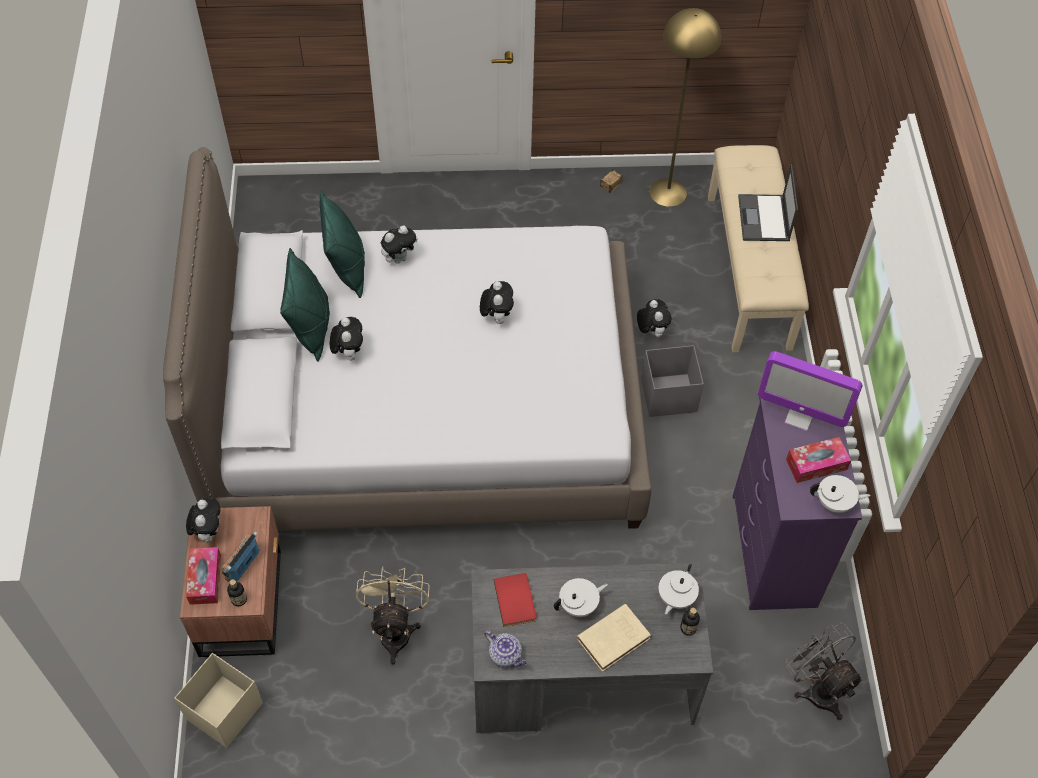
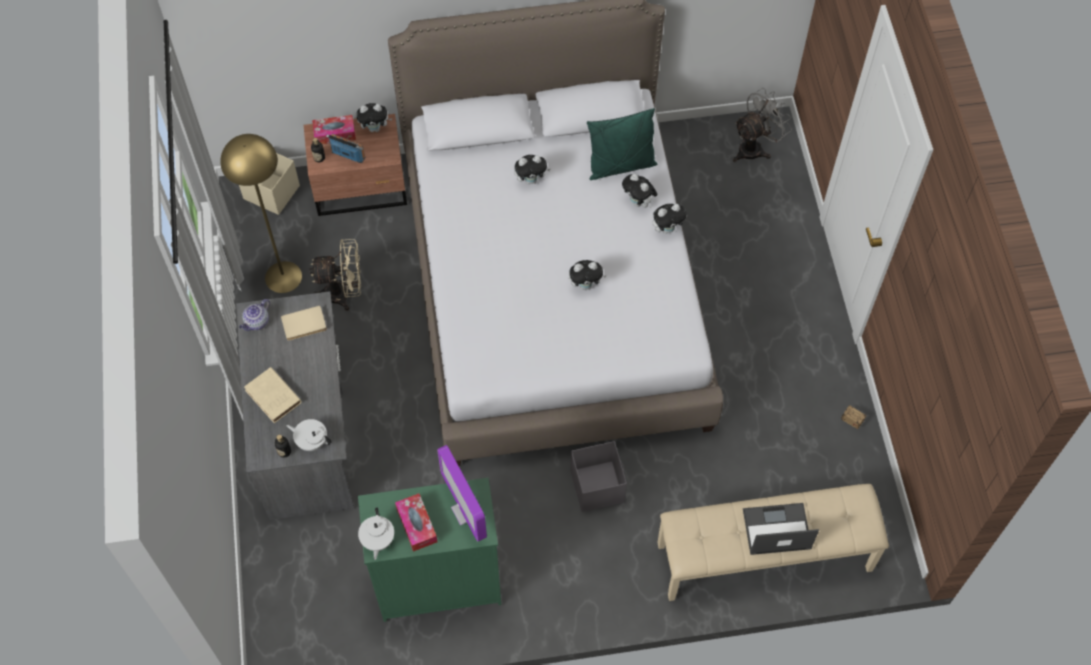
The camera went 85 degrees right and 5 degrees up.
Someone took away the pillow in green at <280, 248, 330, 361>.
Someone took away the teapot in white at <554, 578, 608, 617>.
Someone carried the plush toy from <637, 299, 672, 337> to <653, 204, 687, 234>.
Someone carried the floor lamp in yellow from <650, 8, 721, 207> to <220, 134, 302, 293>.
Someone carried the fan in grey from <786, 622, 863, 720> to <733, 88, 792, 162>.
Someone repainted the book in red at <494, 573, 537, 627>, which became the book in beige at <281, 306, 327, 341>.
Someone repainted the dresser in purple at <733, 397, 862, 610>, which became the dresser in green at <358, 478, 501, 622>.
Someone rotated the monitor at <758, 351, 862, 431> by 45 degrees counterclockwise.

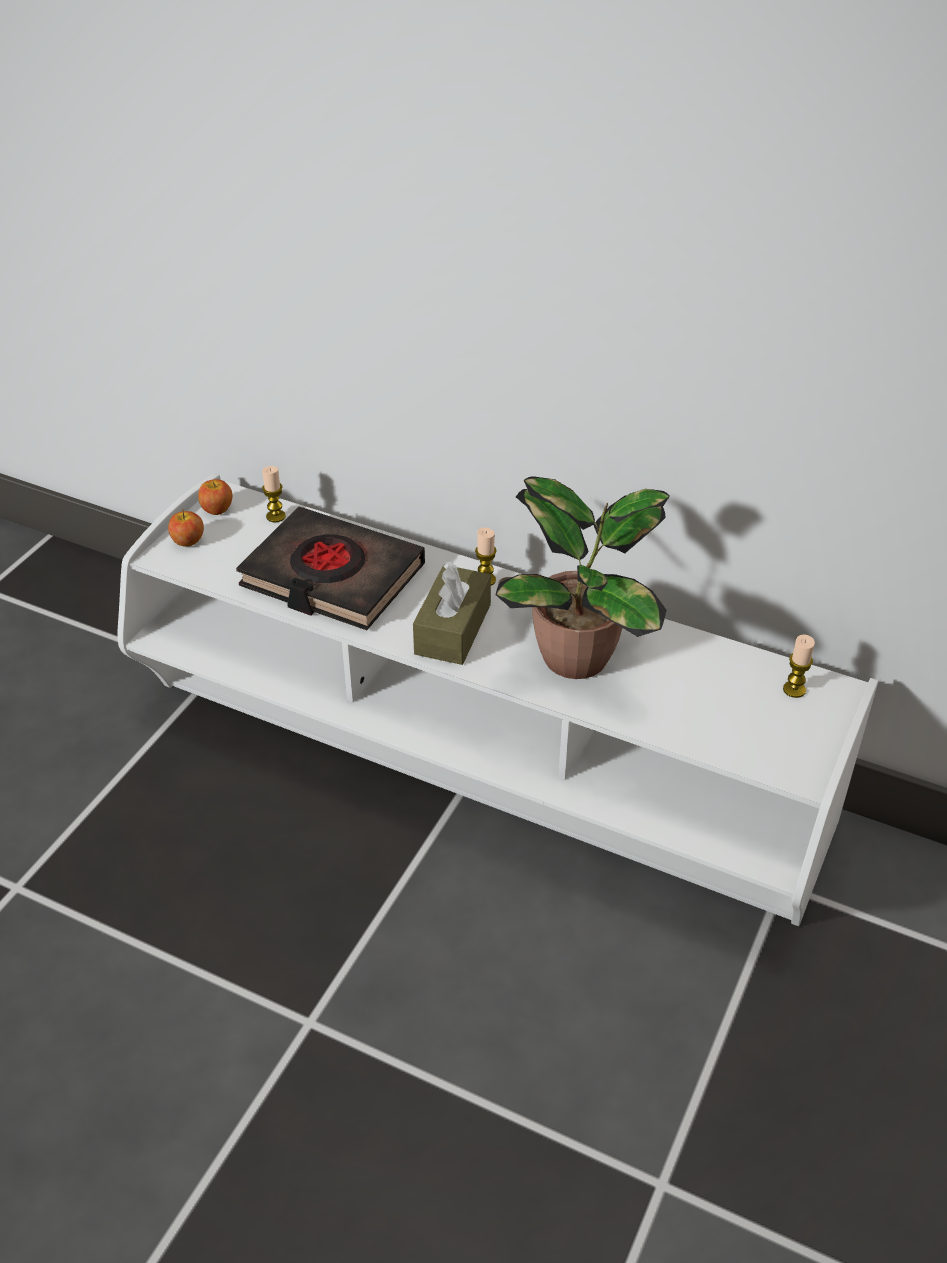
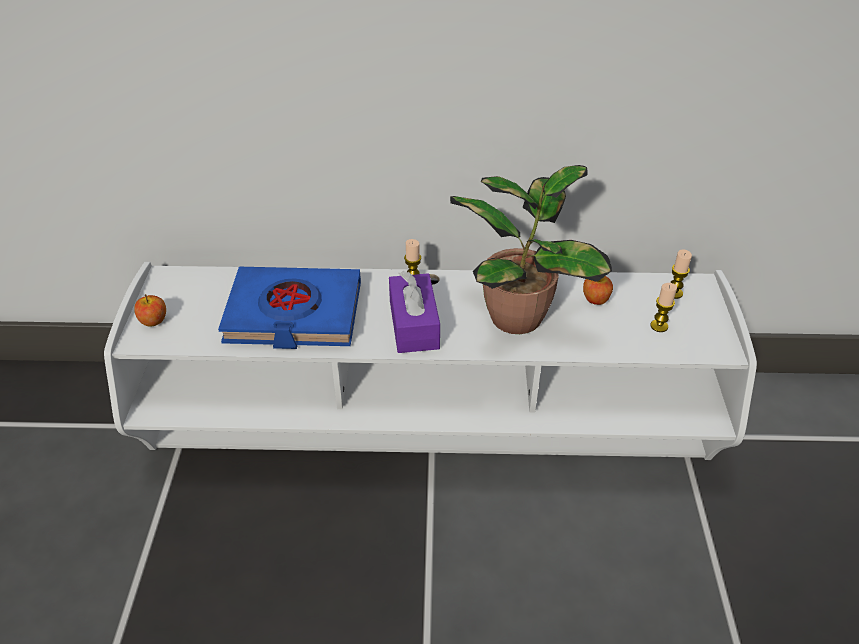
The camera went 25 degrees left and 0 degrees up.
Someone carried the apple from <198, 479, 233, 515> to <583, 276, 613, 305>.
Someone carried the candle from <262, 466, 286, 523> to <650, 283, 677, 332>.
Someone repainted the book in black at <236, 507, 425, 630>, which became the book in blue at <218, 267, 361, 349>.
Someone repainted the tissue box in brown at <413, 561, 491, 665>, which became the tissue box in purple at <389, 271, 440, 353>.

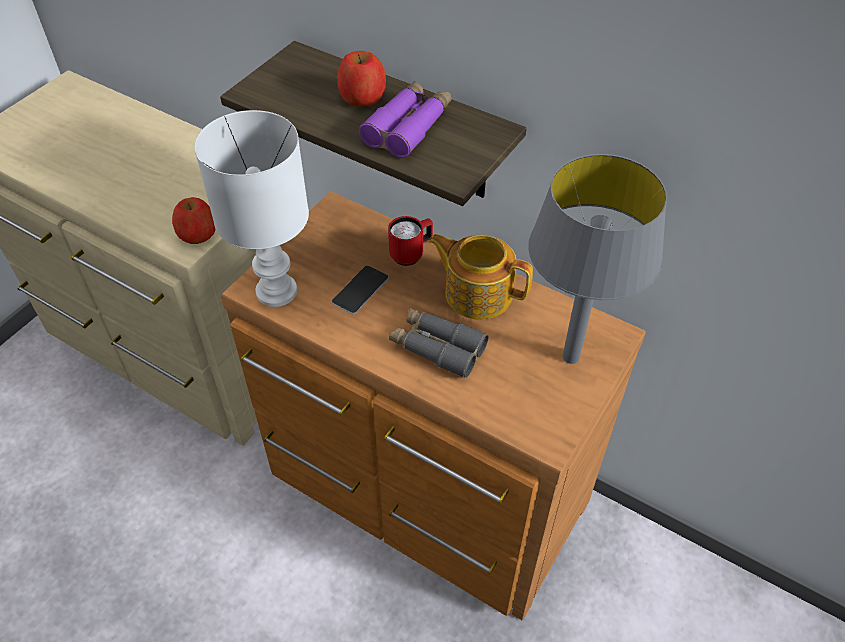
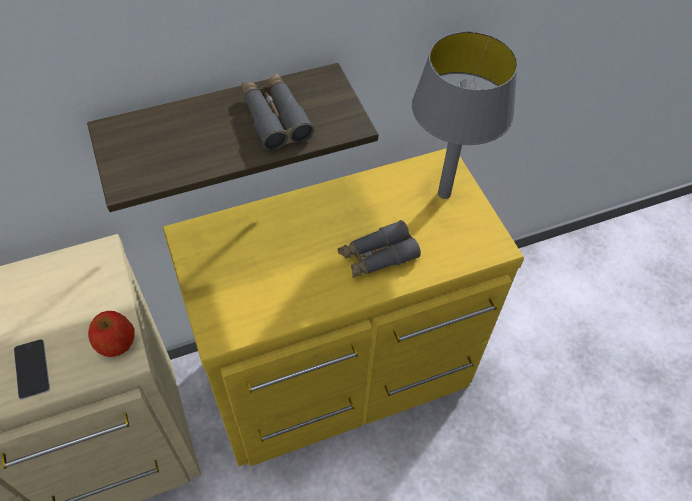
The camera went 55 degrees left and 5 degrees up.
Someone took away the table lamp in white at <194, 110, 309, 307>.
Someone took away the apple at <337, 51, 386, 107>.
Someone took away the mug in red at <388, 216, 433, 266>.
Someone took away the teapot at <428, 234, 533, 320>.
Someone carried the phone from <331, 265, 389, 314> to <14, 339, 50, 400>.
Someone repainted the dresser in brown at <221, 191, 646, 620>, which became the dresser in yellow at <163, 148, 524, 466>.
Someone repainted the binoculars in purple at <359, 81, 452, 158>, which became the binoculars in grey at <241, 73, 314, 150>.

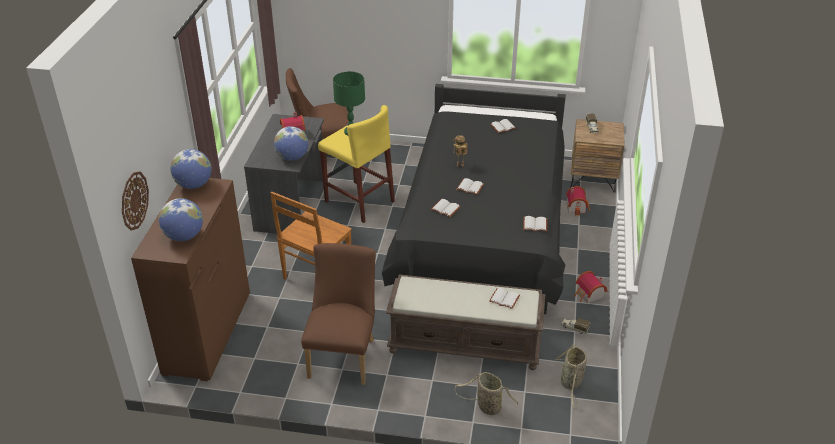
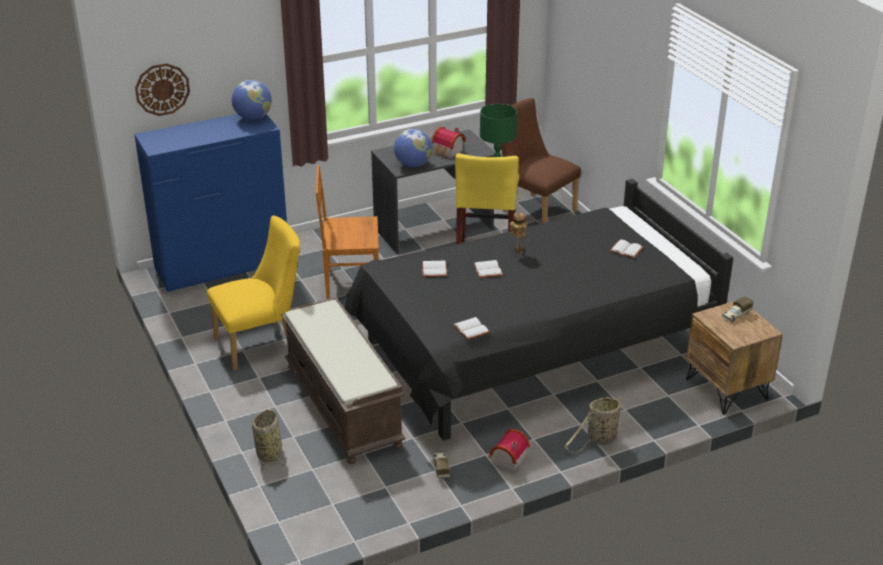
The camera went 55 degrees right and 5 degrees down.
Someone took away the globe at <159, 198, 203, 241>.
Someone took away the book in white at <489, 288, 520, 309>.
Someone took away the toy house at <566, 186, 590, 216>.
Someone carried the basket from <555, 344, 587, 409> to <565, 397, 628, 453>.
Someone repainted the dresser in brown at <131, 178, 250, 381>, which became the dresser in blue at <134, 114, 287, 292>.
Someone repainted the chair in brown at <301, 243, 376, 385>, which became the chair in yellow at <207, 216, 300, 370>.

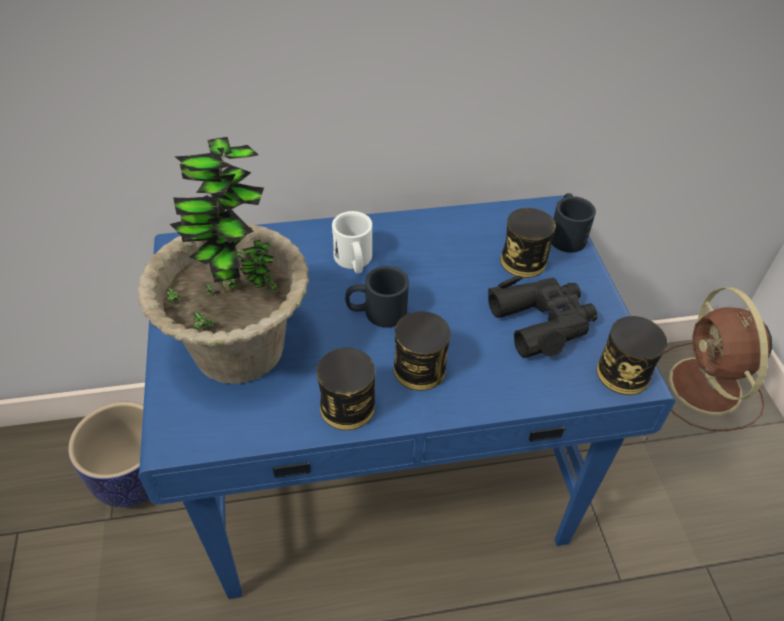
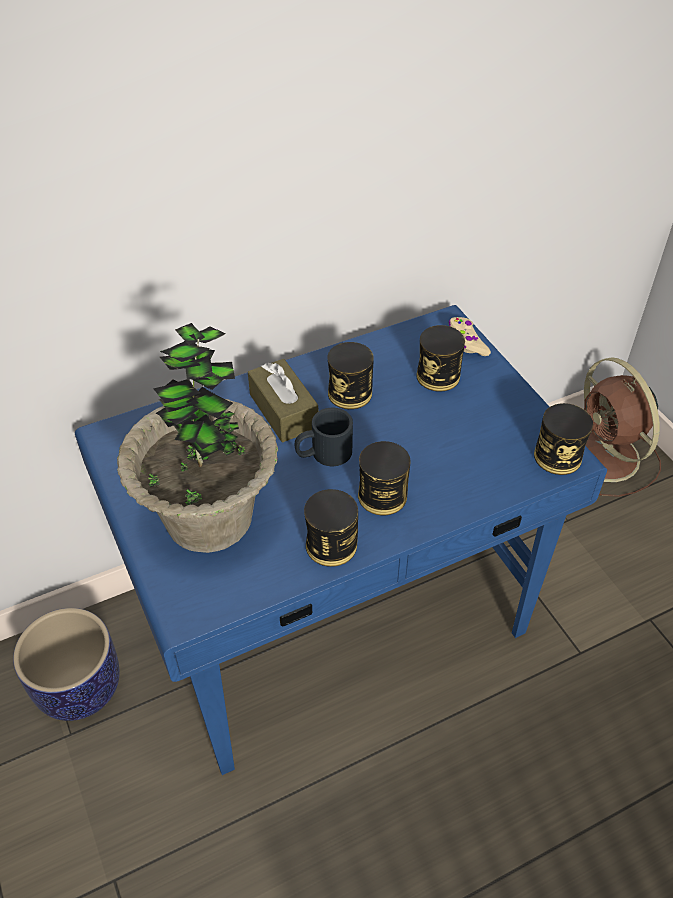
The camera went 15 degrees left and 0 degrees up.
Someone took away the binoculars in black at <488, 276, 598, 358>.
Someone put down the can at <328, 342, 374, 409>.
Someone swapped the mug in white at <332, 211, 372, 273> for the tissue box in brown at <248, 359, 318, 442>.
Someone swapped the mug in black at <552, 193, 596, 253> for the game controller in beige at <449, 317, 491, 356>.

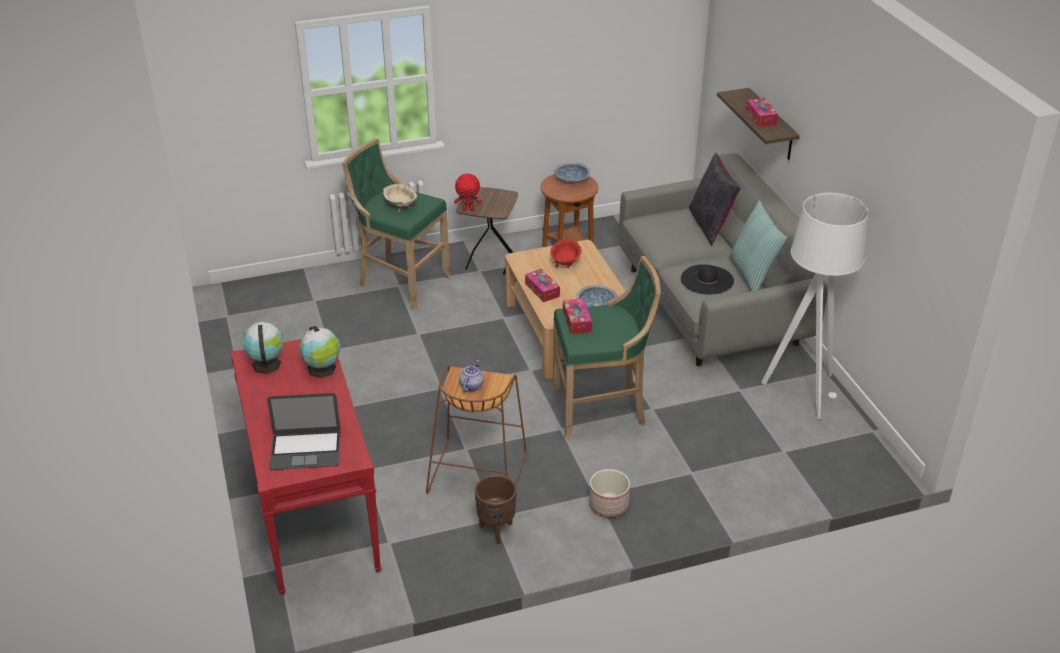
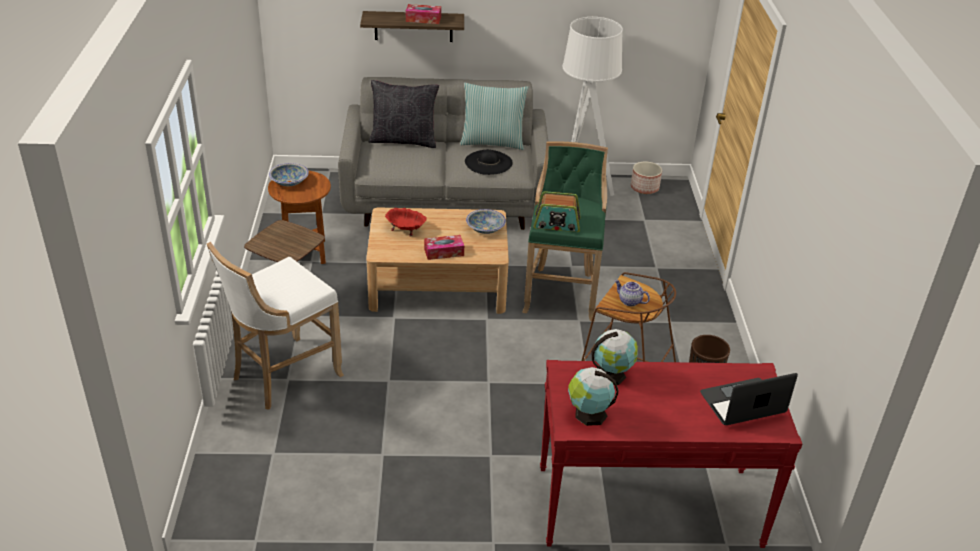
The camera went 75 degrees left and 0 degrees up.
Someone took away the bowl in beige at <383, 183, 417, 213>.
Someone took away the plush toy in red at <454, 173, 482, 211>.
Someone carried the planter from <589, 469, 630, 517> to <631, 162, 662, 194>.
Someone swapped the tissue box at <563, 298, 592, 335> for the radio at <534, 191, 581, 232>.
Someone repainted the stool in green at <342, 139, 451, 310>, which became the stool in white at <207, 242, 344, 410>.
Someone rotated the laptop at <267, 393, 341, 470> by 120 degrees counterclockwise.

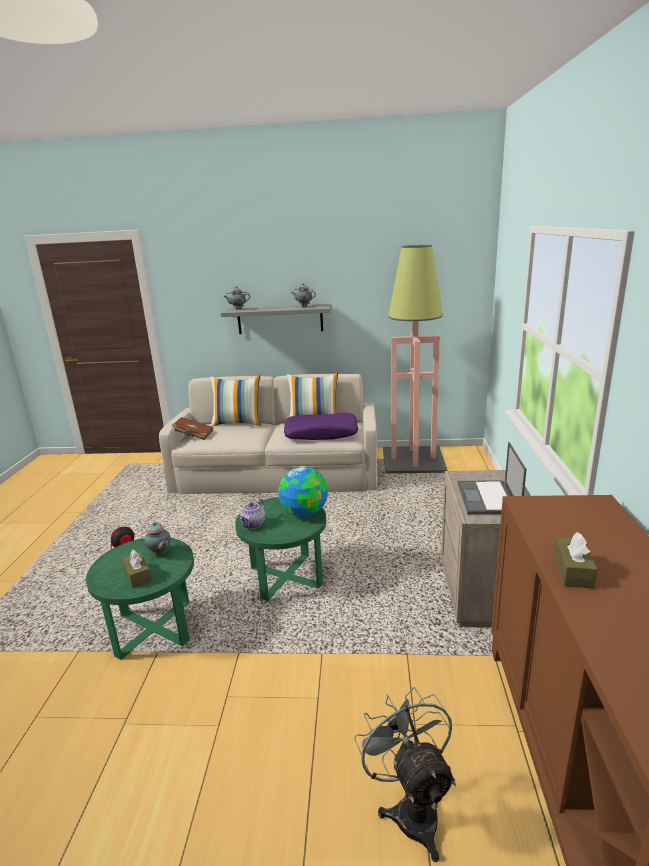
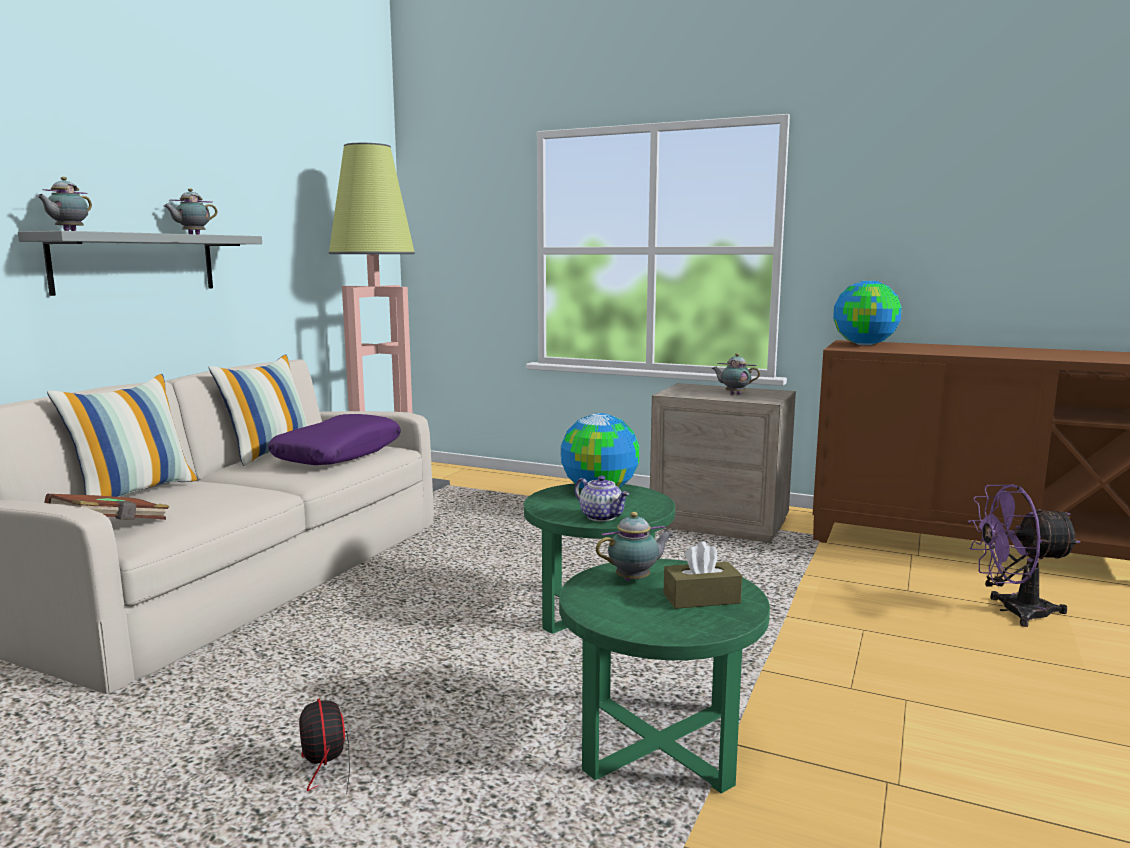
The camera went 70 degrees left and 10 degrees down.
Someone took away the tissue box in brown at <554, 532, 597, 589>.
Someone put down the globe at <833, 281, 902, 345>.
Someone swapped the laptop at <457, 442, 527, 515> for the teapot at <711, 353, 760, 395>.
Someone repainted the fan in grey at <354, 687, 456, 862>, which became the fan in purple at <968, 484, 1080, 627>.

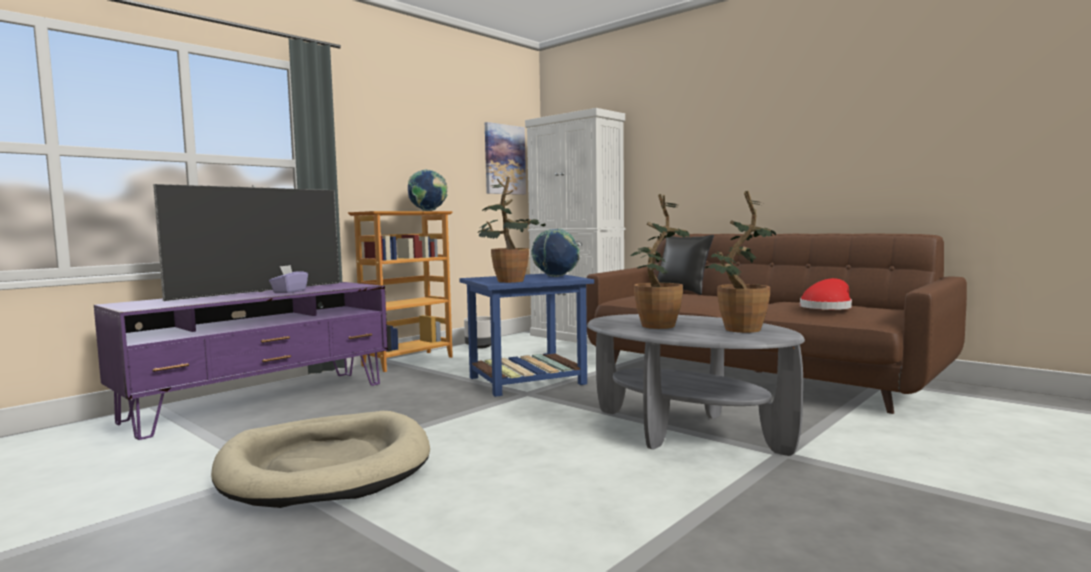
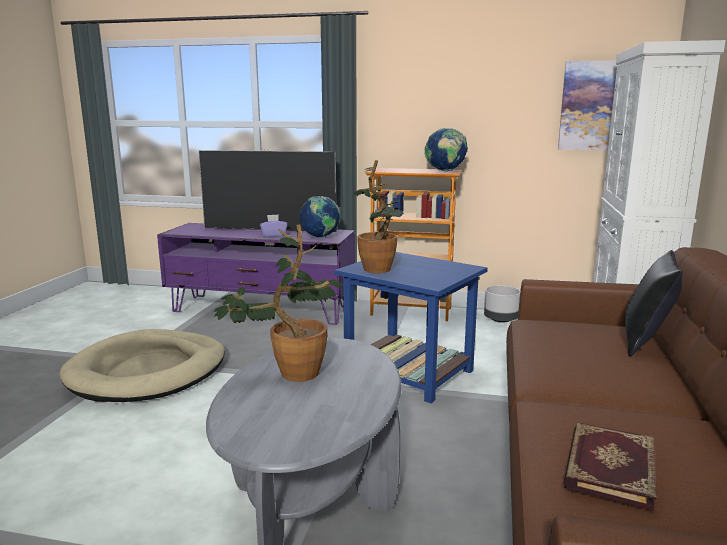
The camera went 60 degrees right and 10 degrees up.
Someone took away the potted plant at <705, 191, 776, 333>.
Someone carried the globe from <531, 228, 580, 277> to <300, 196, 340, 238>.
Someone swapped the hat in red at <800, 278, 852, 310> for the book at <563, 422, 656, 511>.

